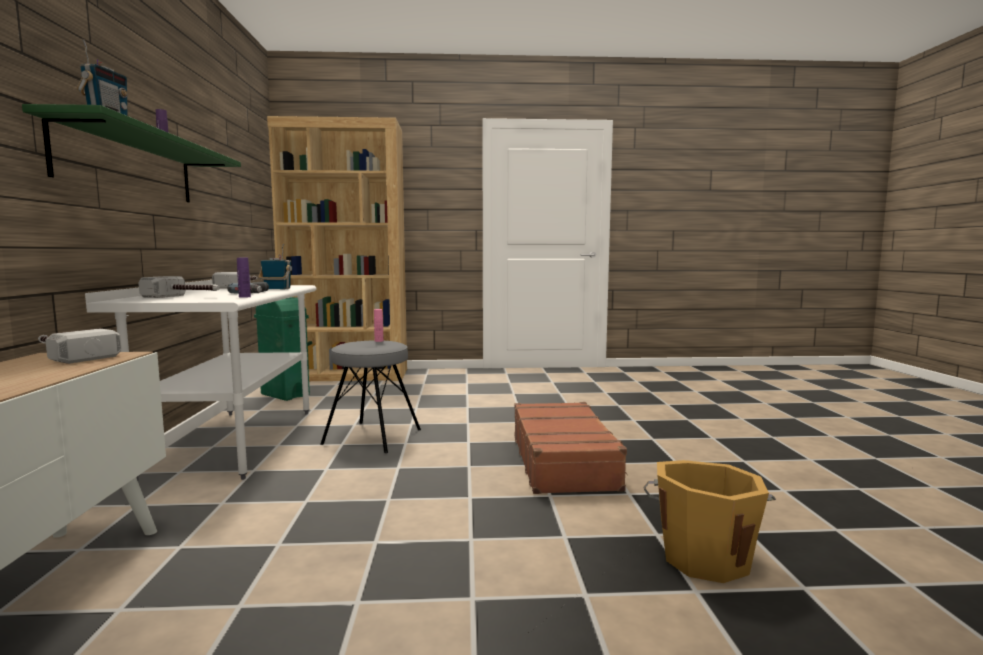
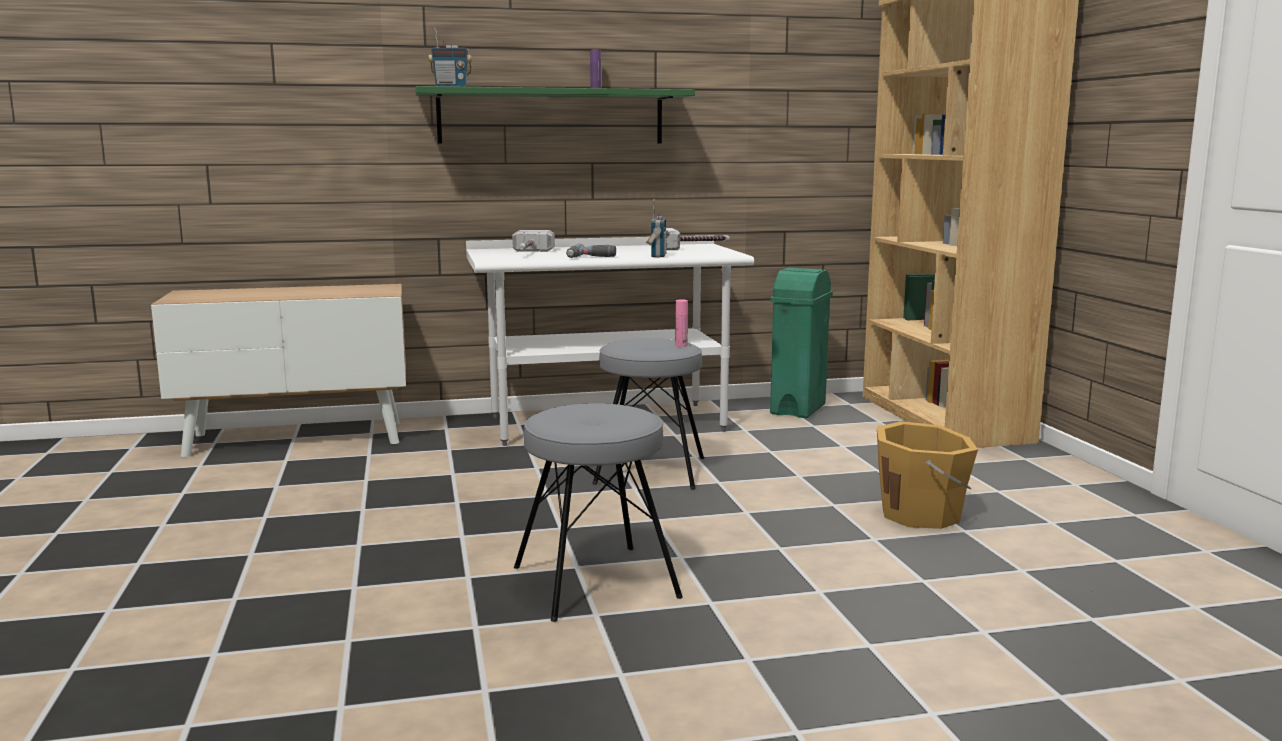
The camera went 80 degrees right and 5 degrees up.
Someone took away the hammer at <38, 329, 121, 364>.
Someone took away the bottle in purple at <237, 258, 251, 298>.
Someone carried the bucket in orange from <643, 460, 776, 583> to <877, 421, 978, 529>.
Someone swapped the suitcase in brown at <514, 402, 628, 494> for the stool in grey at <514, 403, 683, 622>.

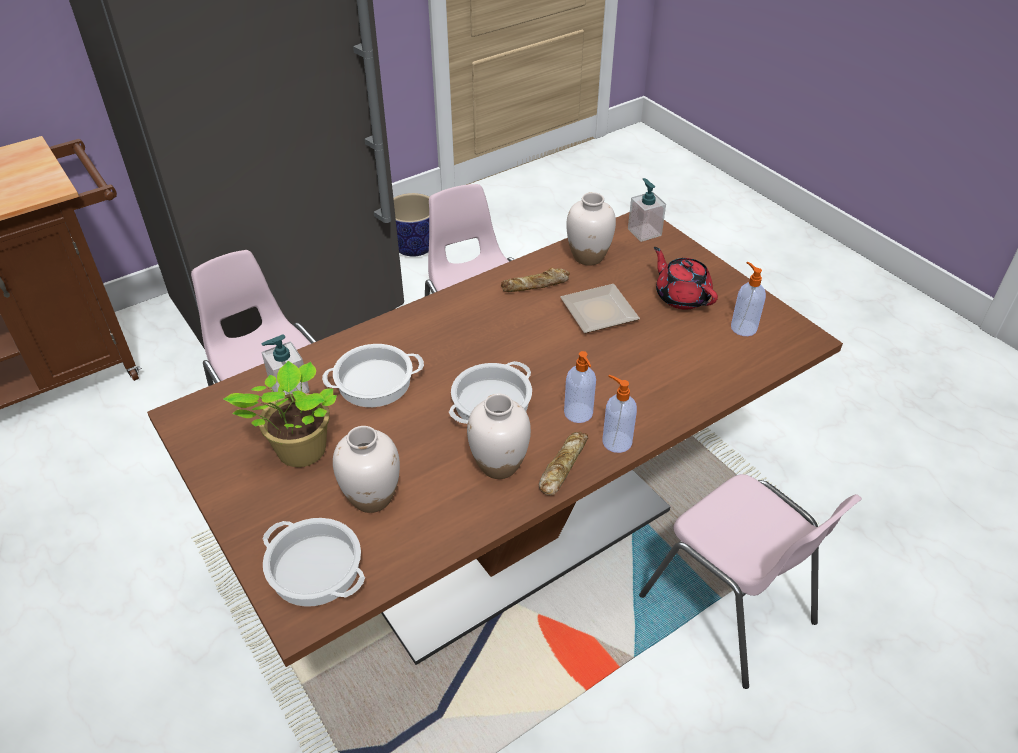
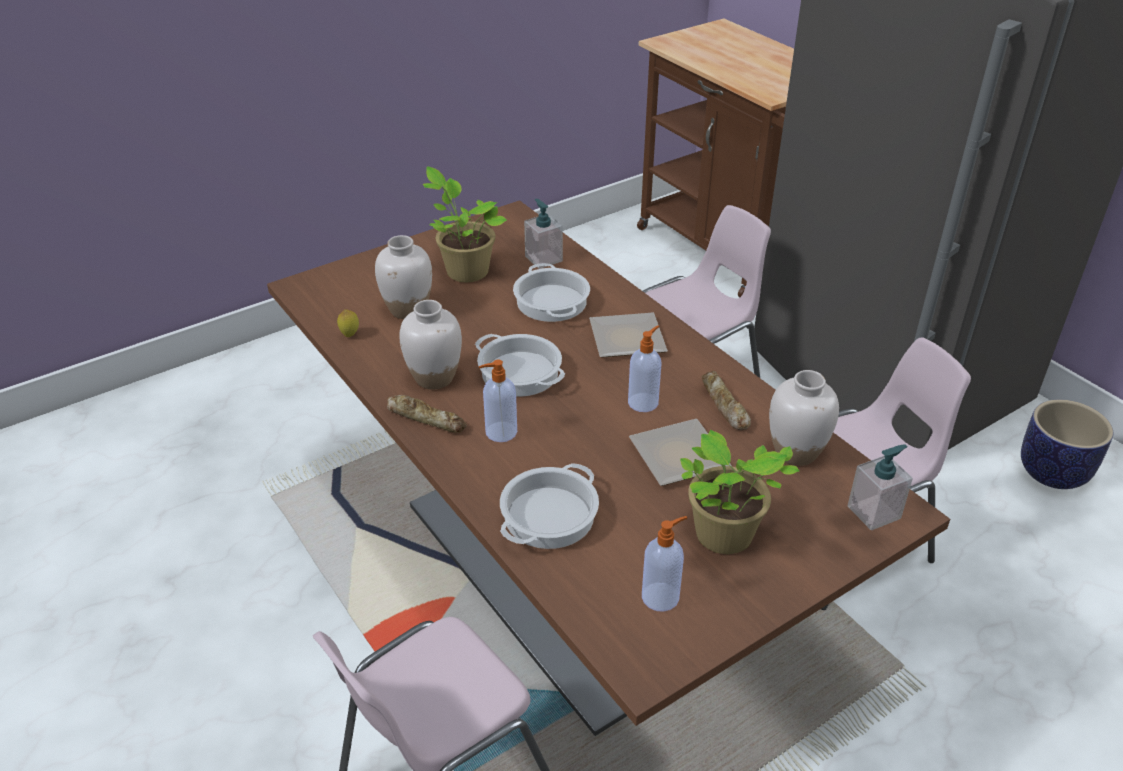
The camera went 90 degrees right and 5 degrees down.
Someone put down the lemon at <337, 309, 359, 337>.
Someone put down the plate at <589, 313, 668, 358>.
Someone carried the cooking pot from <262, 518, 365, 607> to <500, 463, 599, 549>.
Someone carried the soap dispenser from <602, 375, 637, 453> to <628, 325, 661, 412>.
Someone swapped the teapot in red at <654, 247, 718, 310> for the potted plant at <680, 430, 800, 554>.

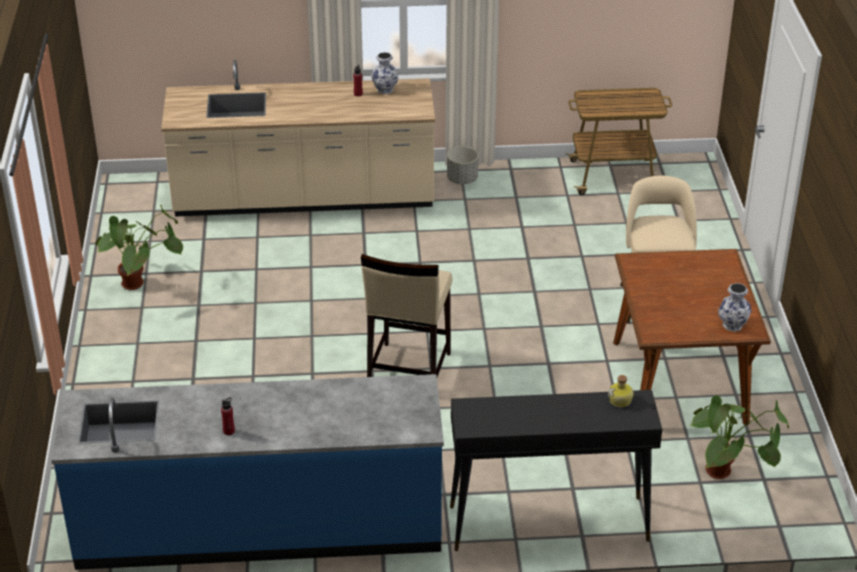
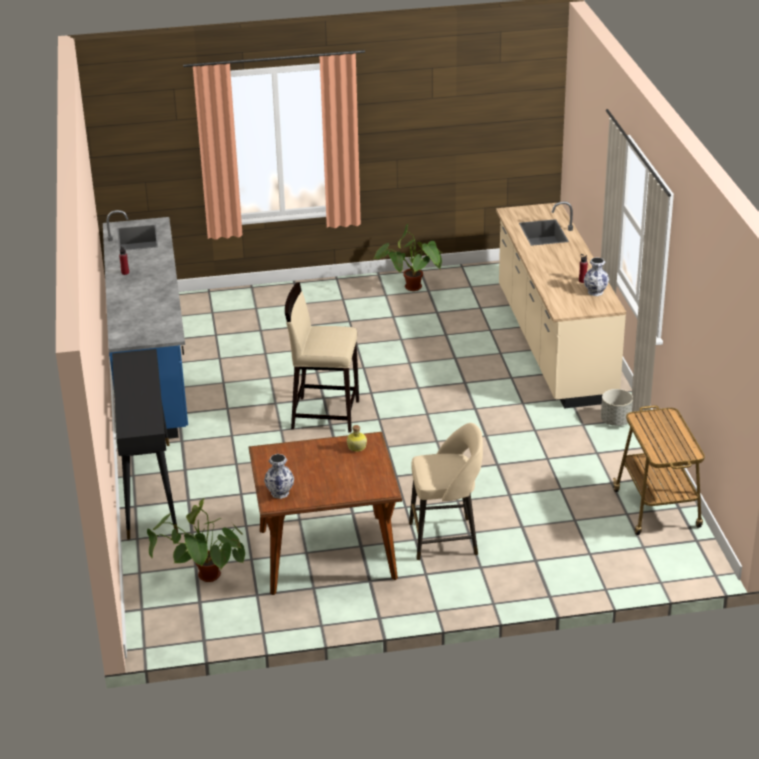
The camera went 85 degrees right and 5 degrees down.
Someone carried the bottle from <608, 375, 634, 407> to <347, 425, 367, 452>.

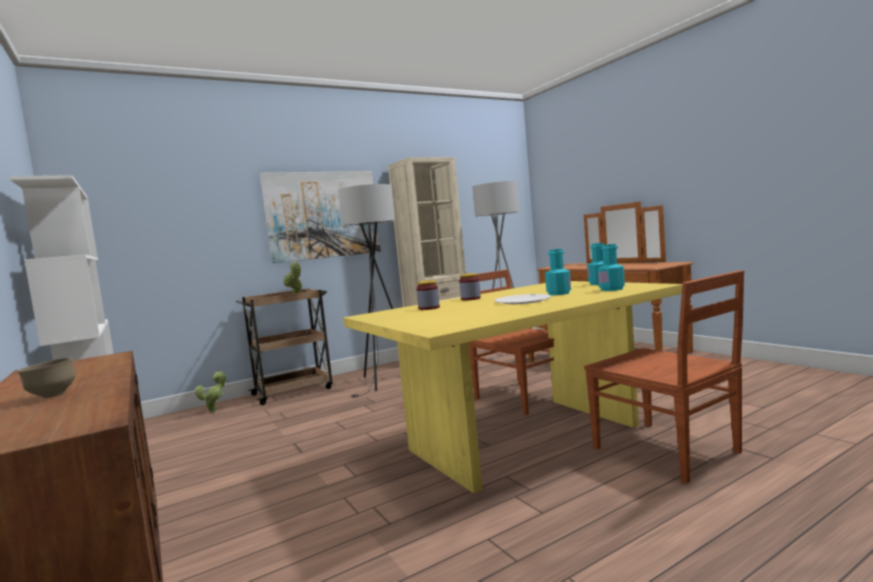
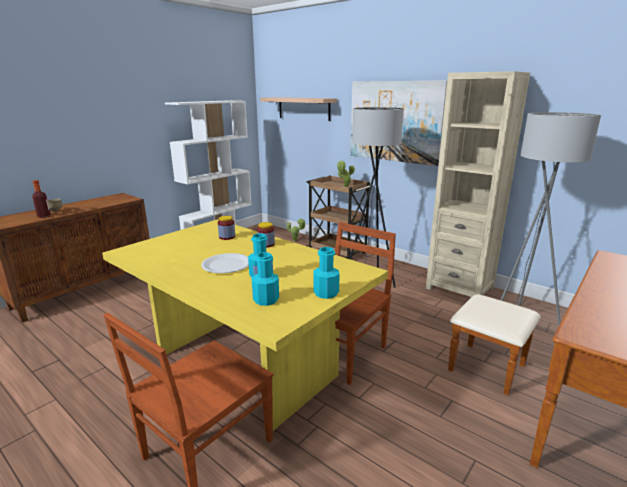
The camera went 70 degrees right and 15 degrees up.
Someone put down the bottle at <32, 180, 51, 218>.
Someone put up the shelf at <260, 97, 337, 121>.

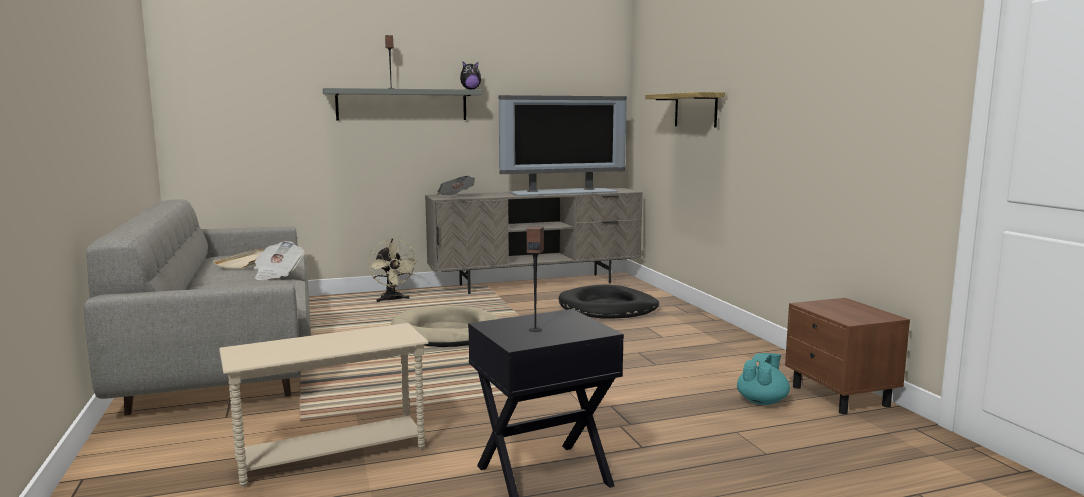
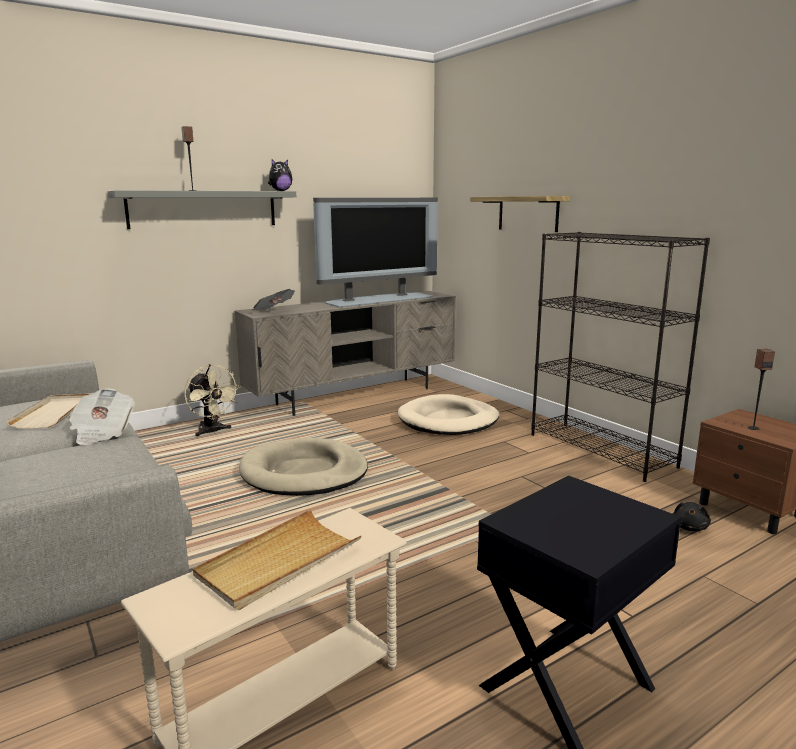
The camera went 15 degrees left and 5 degrees up.
Someone put down the tray in beige at <193, 509, 361, 610>.
Someone put down the bookcase in black at <531, 232, 710, 482>.
Someone carried the speaker from <527, 227, 544, 332> to <748, 349, 775, 430>.
Someone swapped the teapot in turquoise at <737, 353, 790, 405> for the plush toy in black at <673, 502, 711, 531>.
Someone repainted the dog bed in black at <559, 284, 659, 319>, which became the dog bed in beige at <398, 394, 499, 435>.

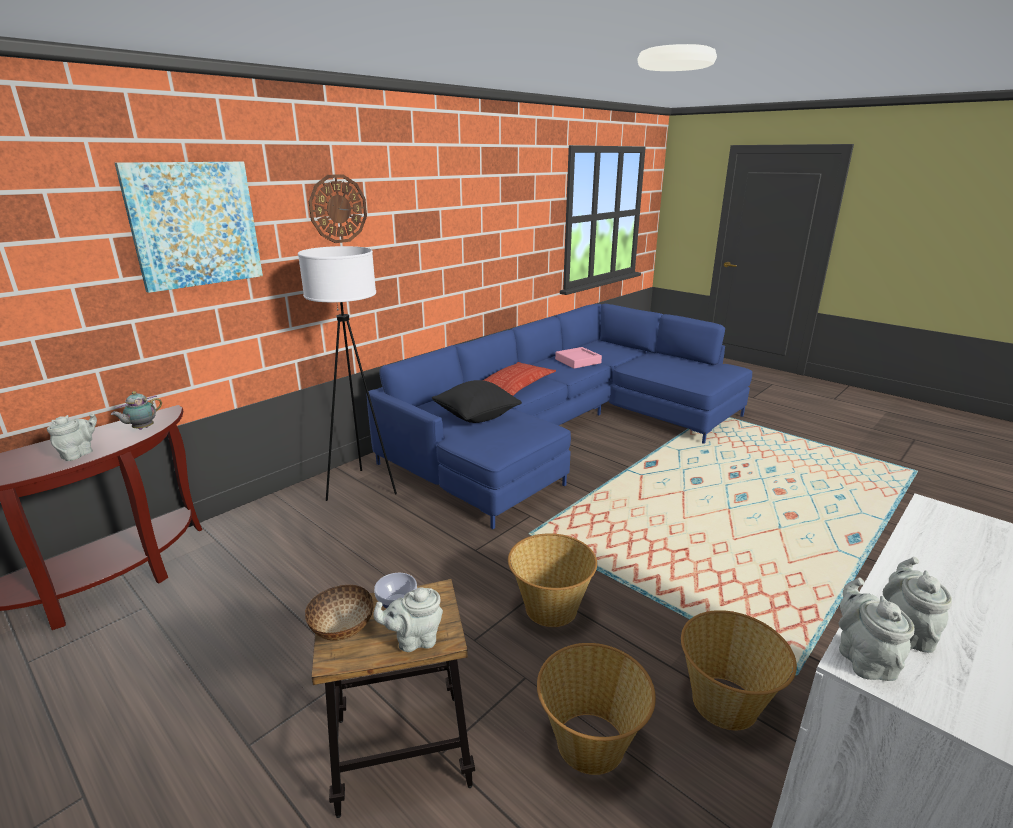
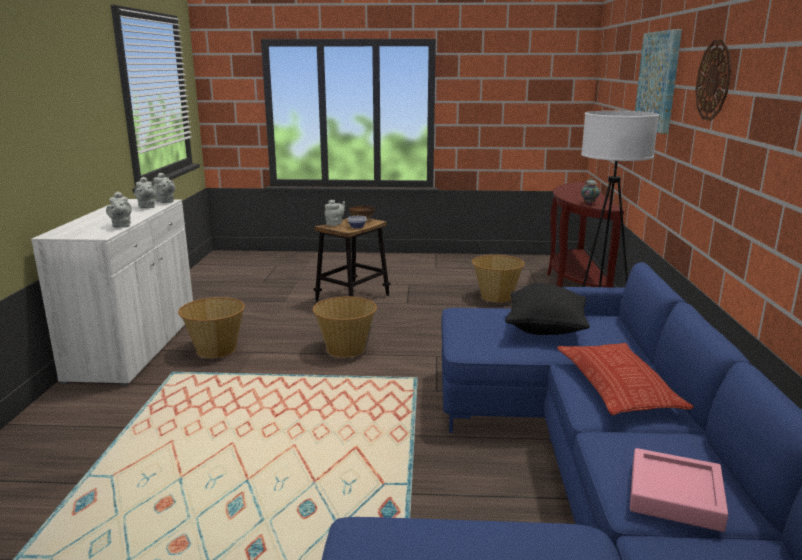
The camera went 140 degrees right and 5 degrees down.
Someone carried the teapot in grey from <47, 413, 97, 461> to <106, 191, 132, 228>.
Someone carried the basket from <537, 643, 656, 775> to <472, 255, 524, 302>.

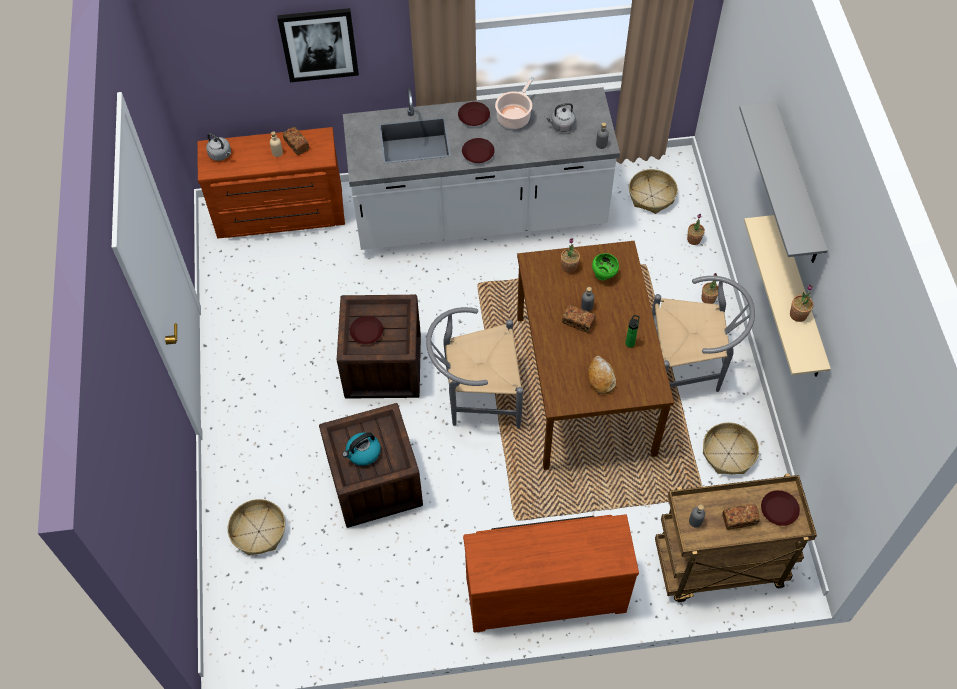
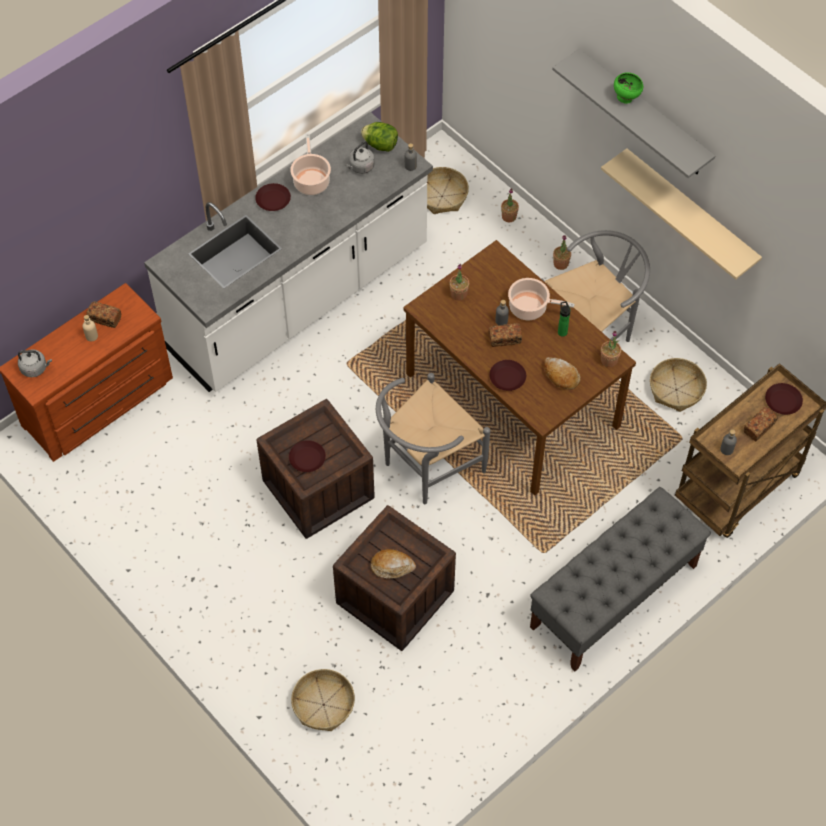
The camera went 35 degrees left and 0 degrees up.
Someone took away the picture at <277, 8, 359, 82>.
Someone put down the lettuce at <361, 122, 398, 152>.
Someone put down the cooking pot at <508, 278, 575, 320>.
Someone carried the plate in brown from <462, 138, 495, 163> to <489, 360, 526, 391>.
Someone carried the bowl in green from <592, 253, 619, 280> to <614, 72, 643, 104>.
Someone carried the potted plant from <790, 284, 813, 322> to <601, 331, 621, 367>.
Someone swapped the kettle at <342, 432, 381, 466> for the bread at <371, 549, 416, 578>.
Someone swapped the dresser in brown at <463, 514, 639, 633> for the bench in grey at <530, 487, 711, 671>.

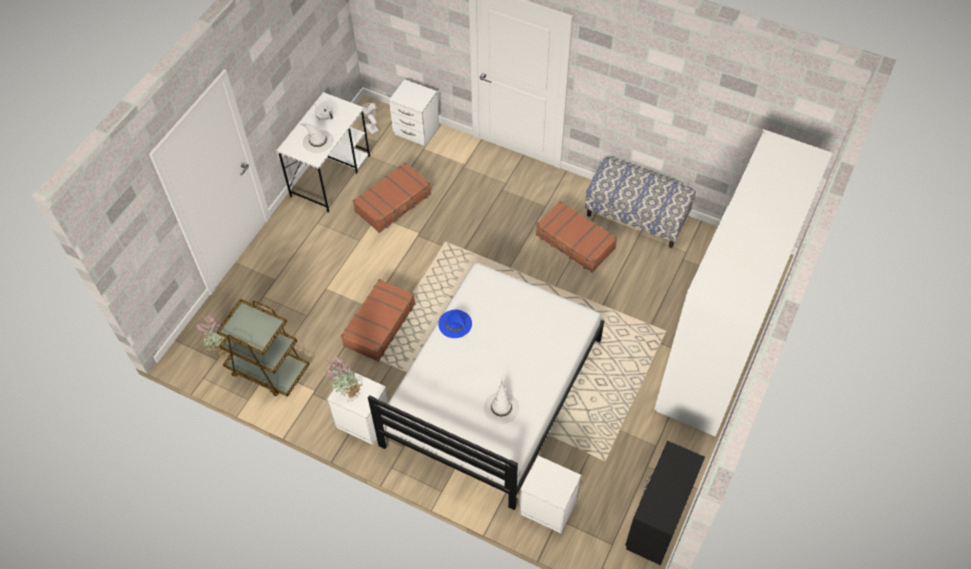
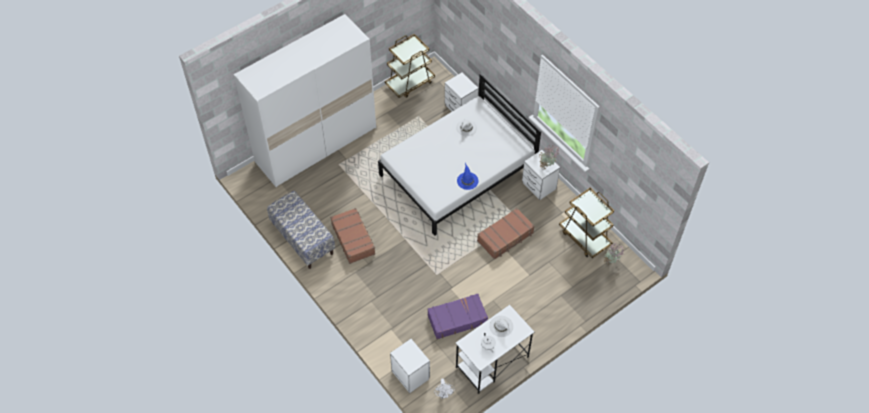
The camera went 155 degrees left and 0 degrees up.
Someone swapped the dresser in black at <625, 441, 705, 565> for the cart in brown at <385, 34, 435, 98>.
Someone repainted the suitcase in brown at <353, 162, 431, 233>, which became the suitcase in purple at <428, 294, 488, 339>.

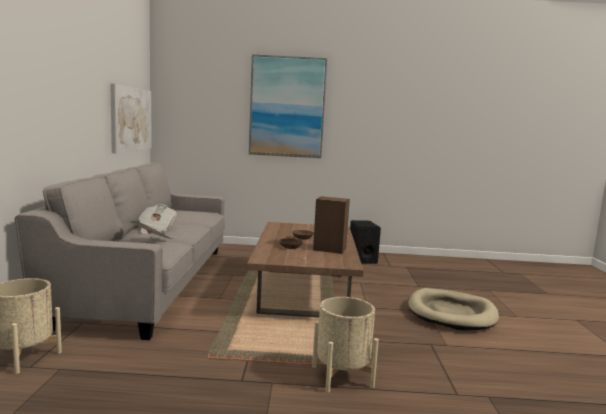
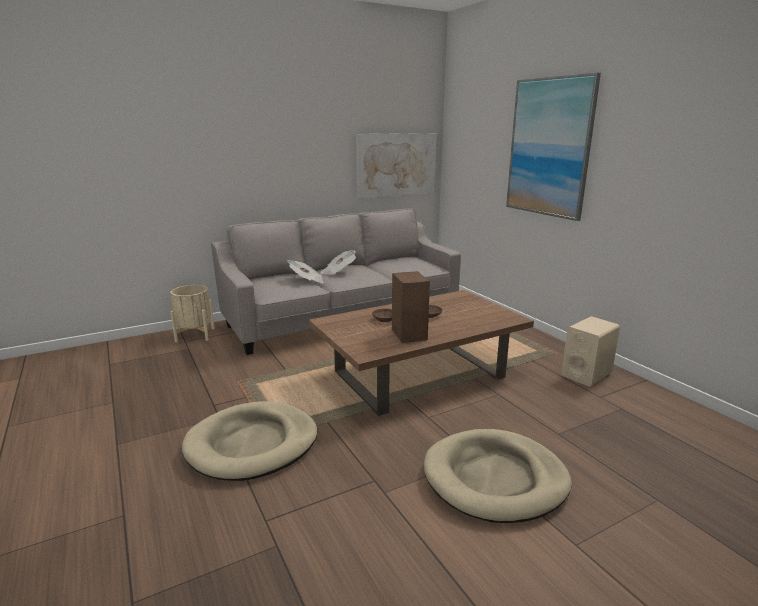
The camera went 60 degrees right and 10 degrees up.
Someone swapped the planter in beige at <312, 297, 379, 393> for the dog bed in beige at <182, 401, 318, 481>.
Someone repainted the speaker in black at <350, 220, 381, 264>, which became the speaker in beige at <561, 316, 620, 387>.

